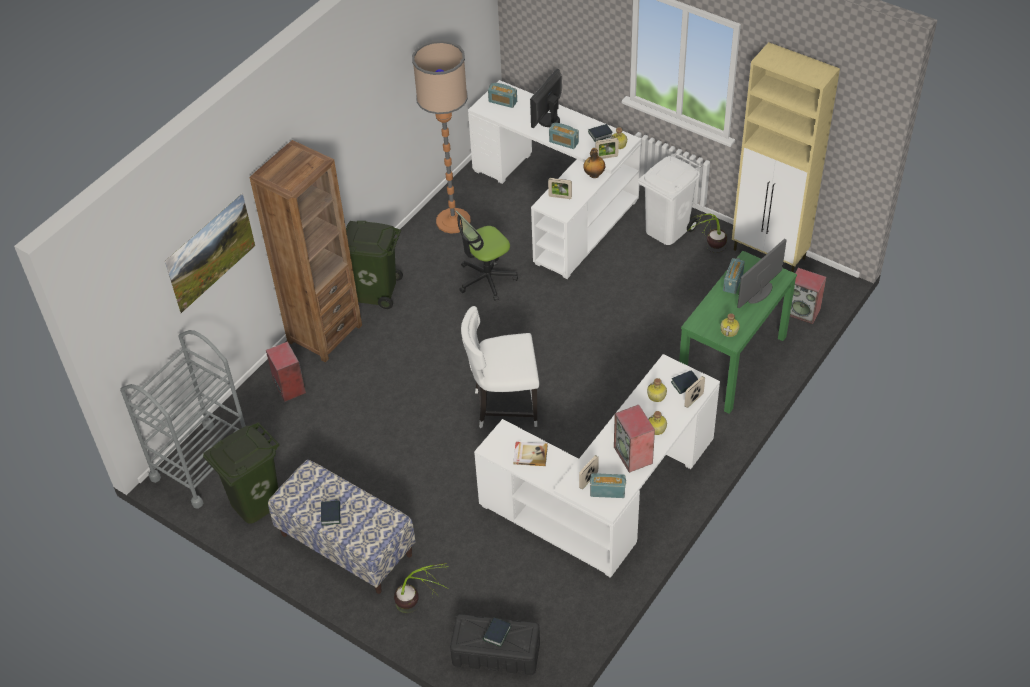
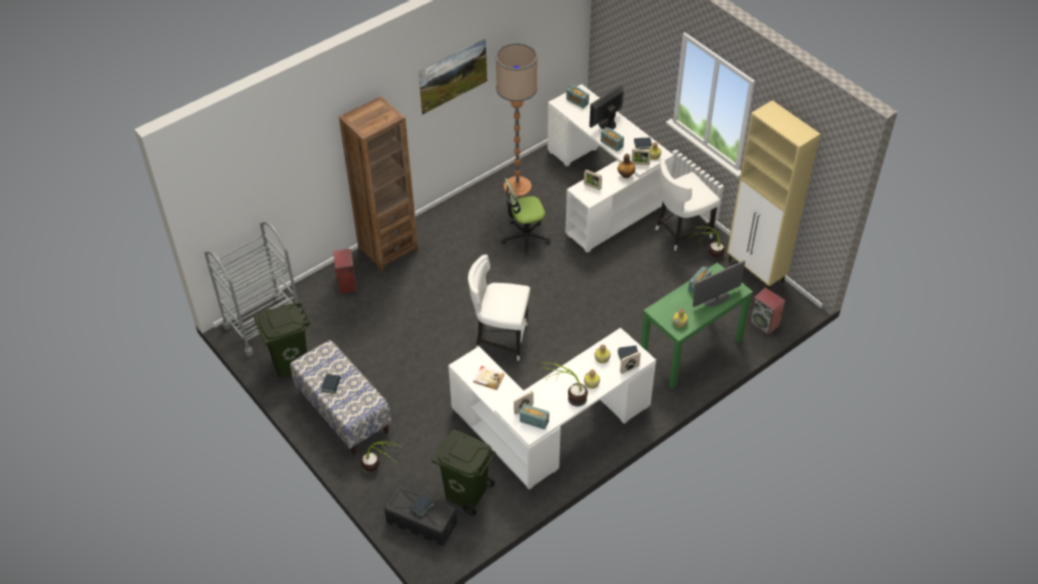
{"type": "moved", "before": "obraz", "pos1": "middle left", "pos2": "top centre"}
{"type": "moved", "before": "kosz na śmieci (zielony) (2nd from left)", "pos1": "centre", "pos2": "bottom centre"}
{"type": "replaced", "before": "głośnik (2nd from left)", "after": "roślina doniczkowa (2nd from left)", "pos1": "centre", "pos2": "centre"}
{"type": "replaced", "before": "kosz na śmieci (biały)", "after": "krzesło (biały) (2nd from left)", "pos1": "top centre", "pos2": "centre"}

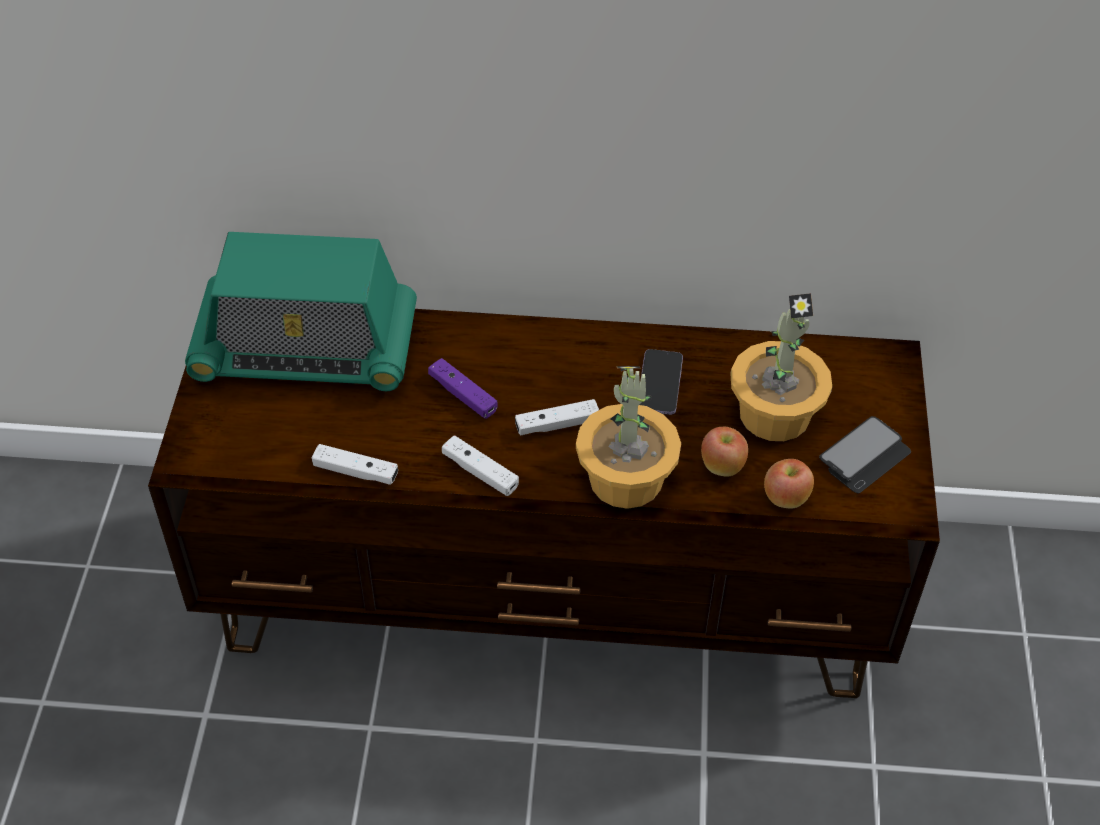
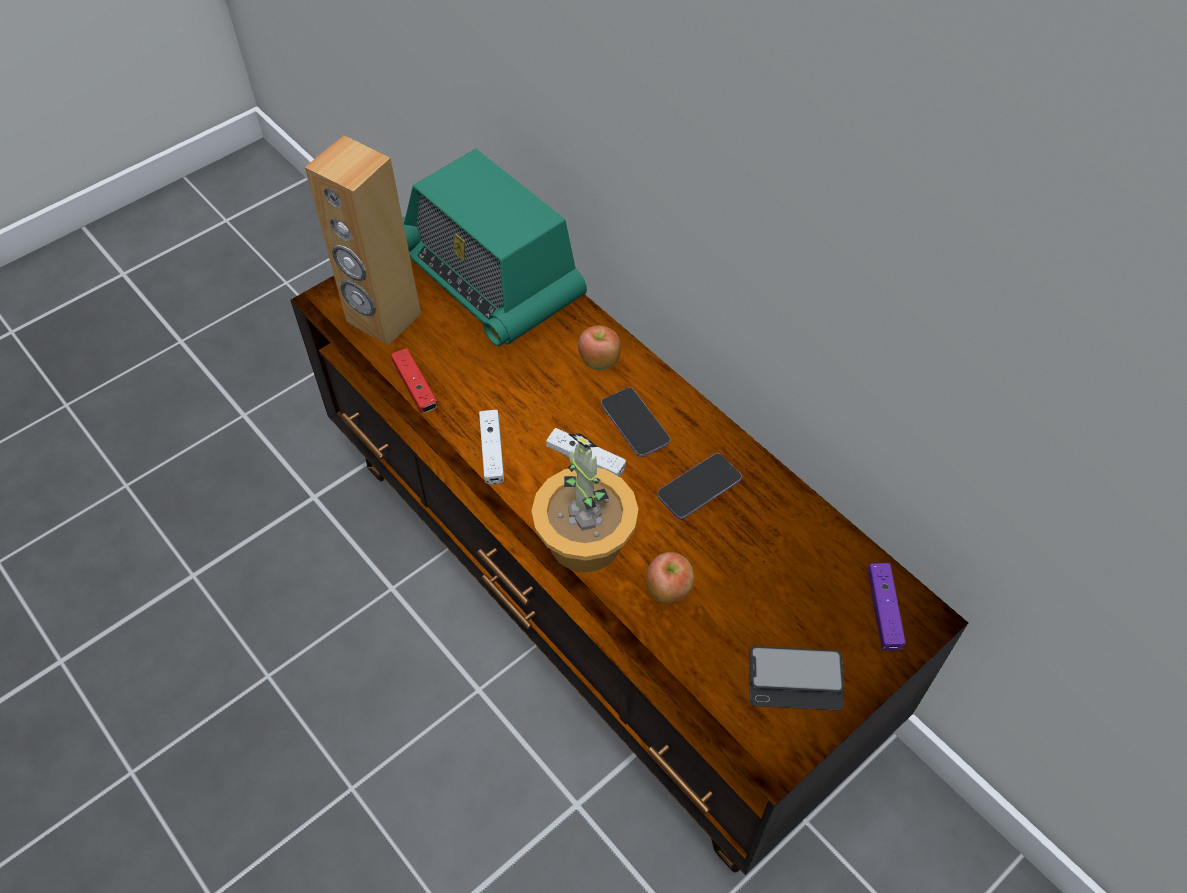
{"type": "recoloured", "before": "pad do gier (biały) (1st from left)", "after": "pad do gier (czerwony)", "pos1": "middle left", "pos2": "centre"}
{"type": "moved", "before": "pad do gier (fioletowy)", "pos1": "centre", "pos2": "bottom right"}
{"type": "removed", "before": "roślina doniczkowa (2nd from left)", "pos1": "middle right"}
{"type": "moved", "before": "jabłko (2nd from left in the first image)", "after": "jabłko (1st from left)", "pos1": "middle right", "pos2": "centre"}
{"type": "added", "after": "głośnik (brązowy)", "pos2": "top left"}
{"type": "added", "after": "telefon (1st from left)", "pos2": "centre"}

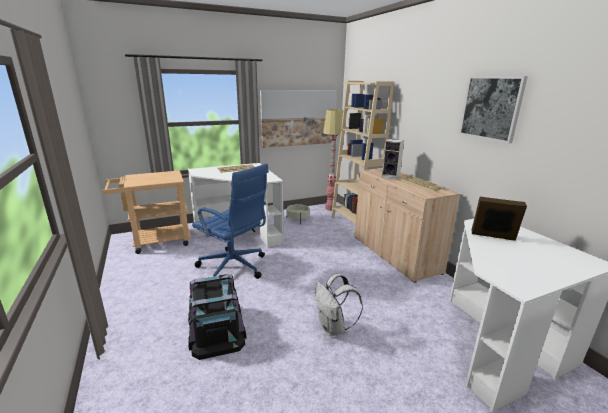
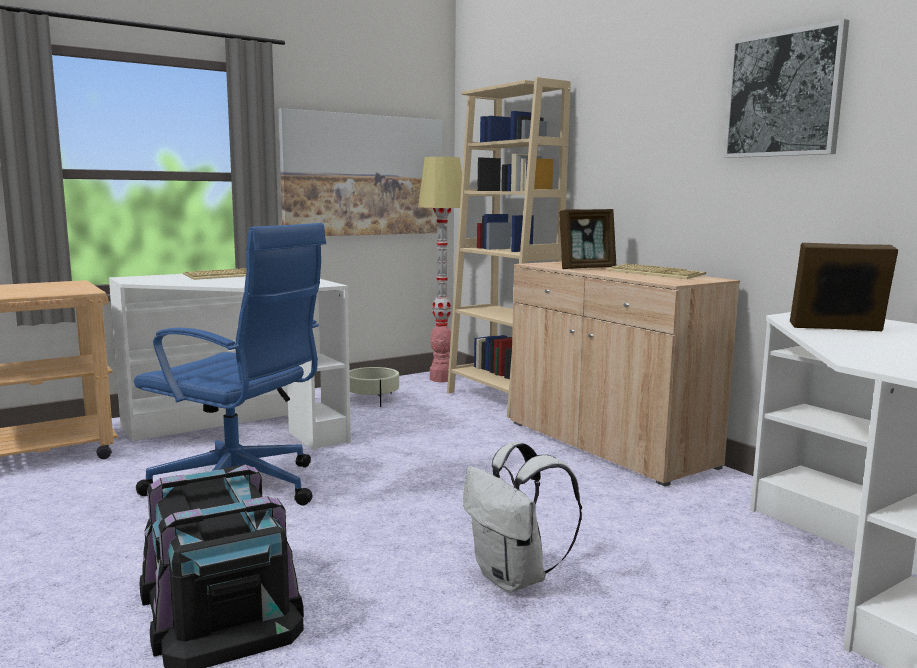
{"type": "replaced", "before": "głośnik", "after": "ramka na zdjęcie (1st from left)", "pos1": "centre", "pos2": "centre"}

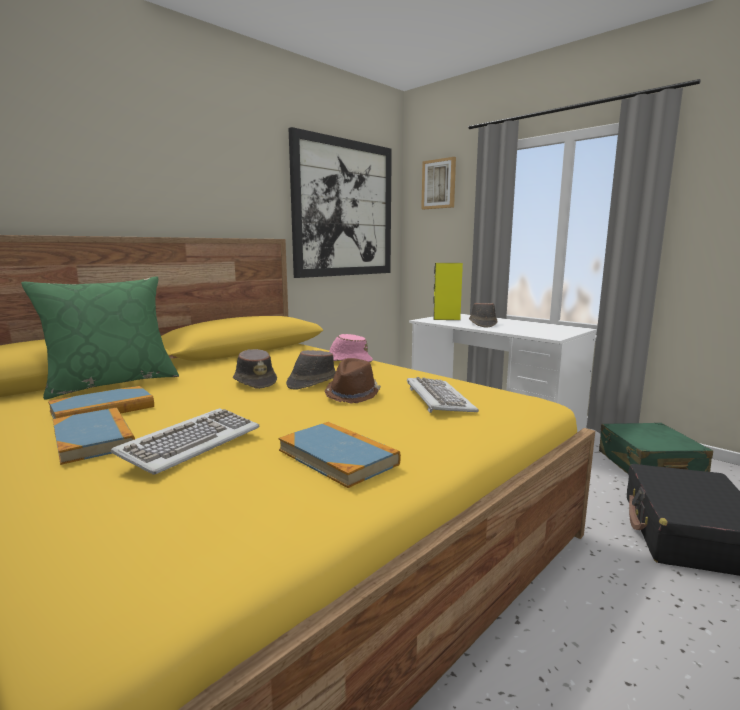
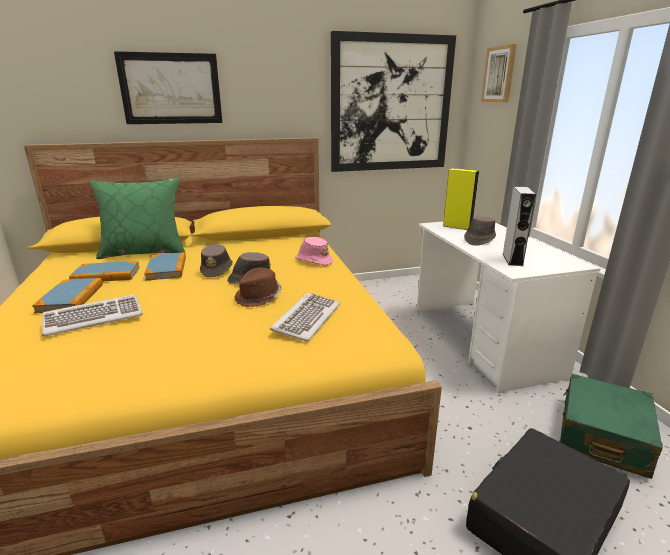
{"type": "moved", "before": "książka (3rd from left)", "pos1": "centre", "pos2": "middle left"}
{"type": "added", "after": "obraz (1st from left)", "pos2": "top left"}
{"type": "added", "after": "głośnik (szary)", "pos2": "middle right"}

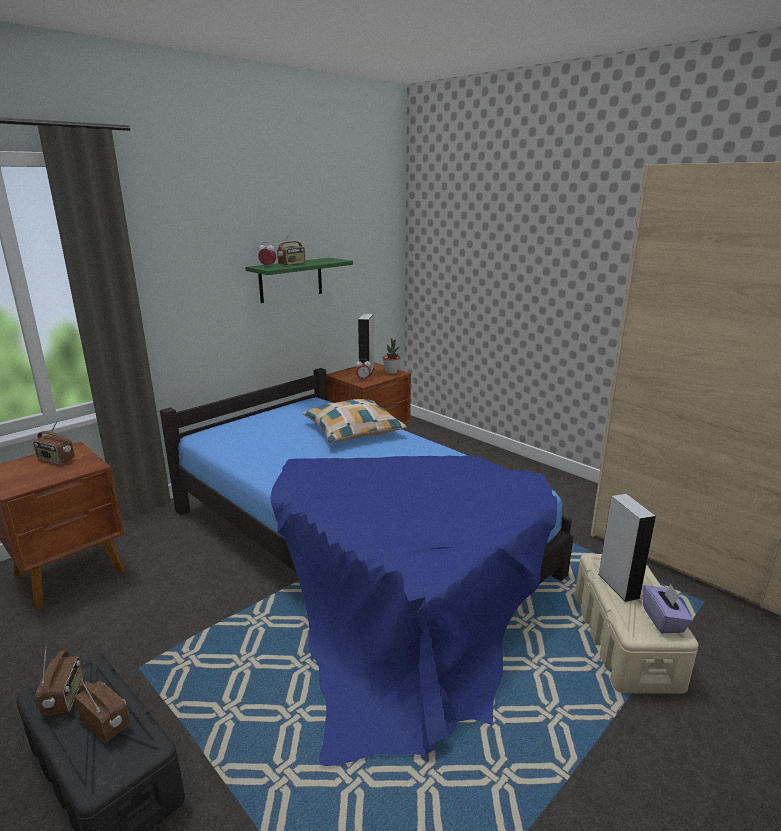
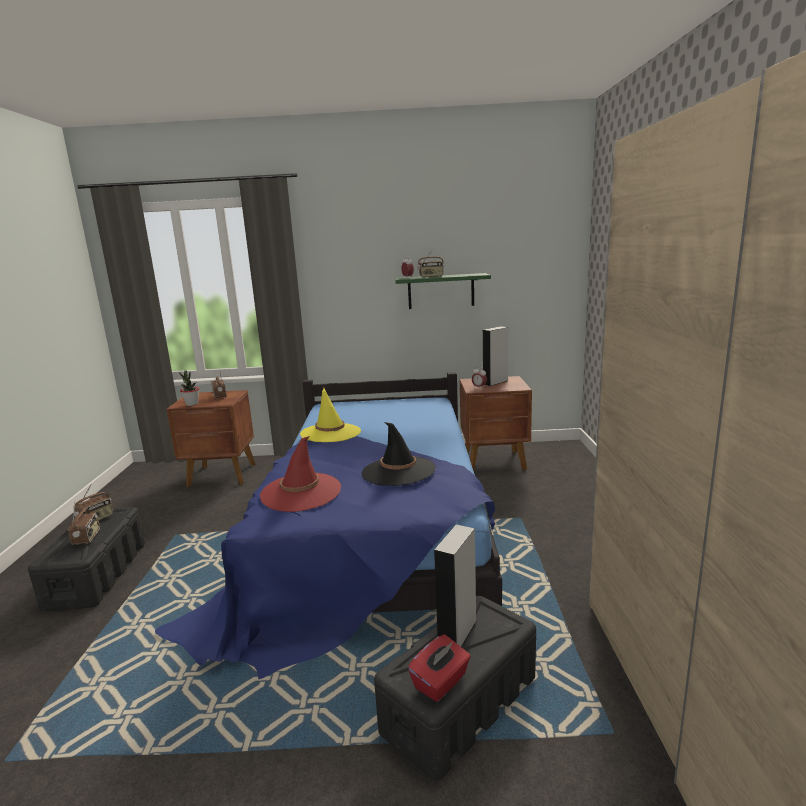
{"type": "removed", "before": "poduszka", "pos1": "centre"}
{"type": "moved", "before": "roślina doniczkowa", "pos1": "centre", "pos2": "middle left"}
{"type": "recoloured", "before": "pojemnik do przechowywania (beżowy)", "after": "pojemnik do przechowywania (czarny) (2nd from left)", "pos1": "bottom right", "pos2": "bottom centre"}
{"type": "recoloured", "before": "pudełko chusteczek (fioletowy)", "after": "pudełko chusteczek (czerwony)", "pos1": "bottom right", "pos2": "bottom centre"}
{"type": "added", "after": "kapelusz (czerwony)", "pos2": "centre"}
{"type": "added", "after": "kapelusz (żółty)", "pos2": "centre"}
{"type": "added", "after": "kapelusz (czarny)", "pos2": "centre"}

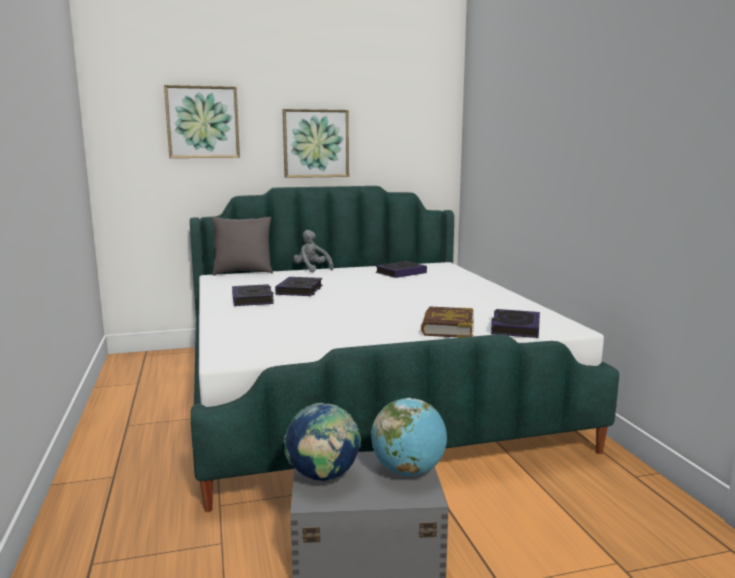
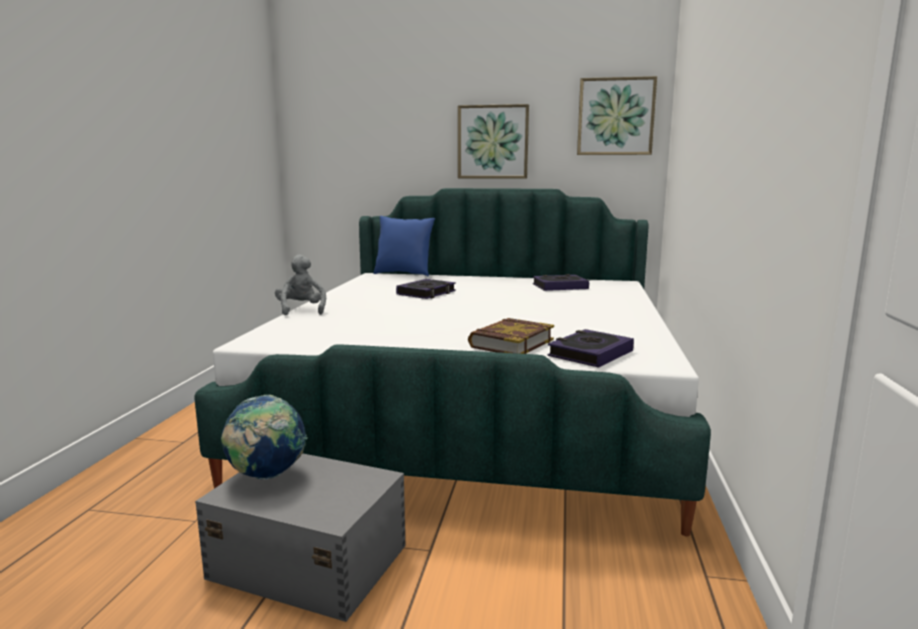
{"type": "moved", "before": "obraz (1st from left in the first image)", "after": "obraz (2nd from left)", "pos1": "top left", "pos2": "top right"}
{"type": "recoloured", "before": "poduszka (szary)", "after": "poduszka (niebieski)", "pos1": "middle left", "pos2": "centre"}
{"type": "removed", "before": "książka (1st from left)", "pos1": "centre"}
{"type": "moved", "before": "pluszak (szary)", "pos1": "centre", "pos2": "middle left"}
{"type": "removed", "before": "globus (2nd from left)", "pos1": "bottom centre"}

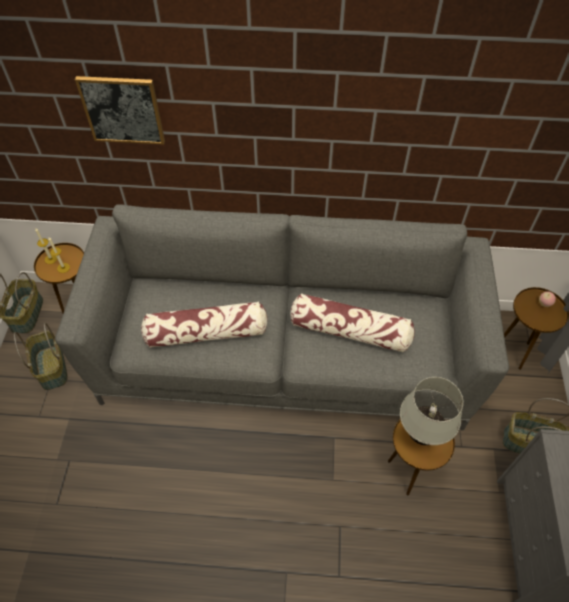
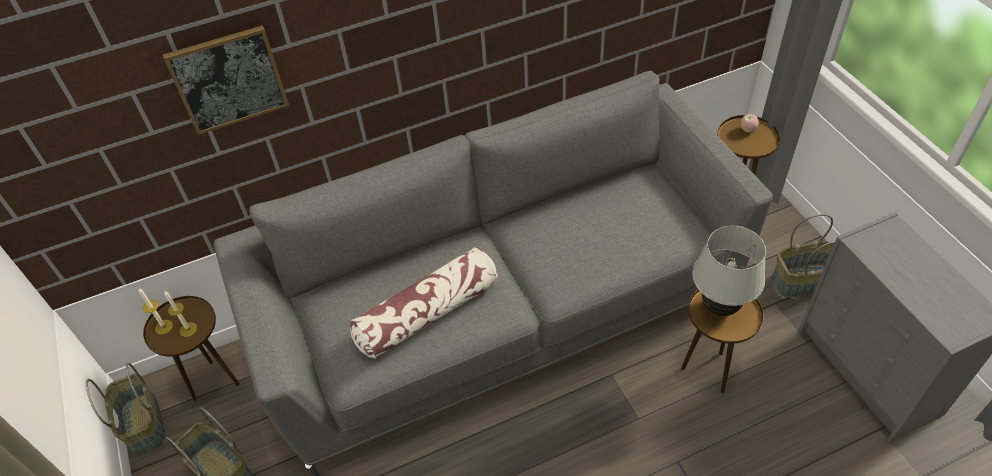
{"type": "removed", "before": "poduszka (2nd from left)", "pos1": "centre"}

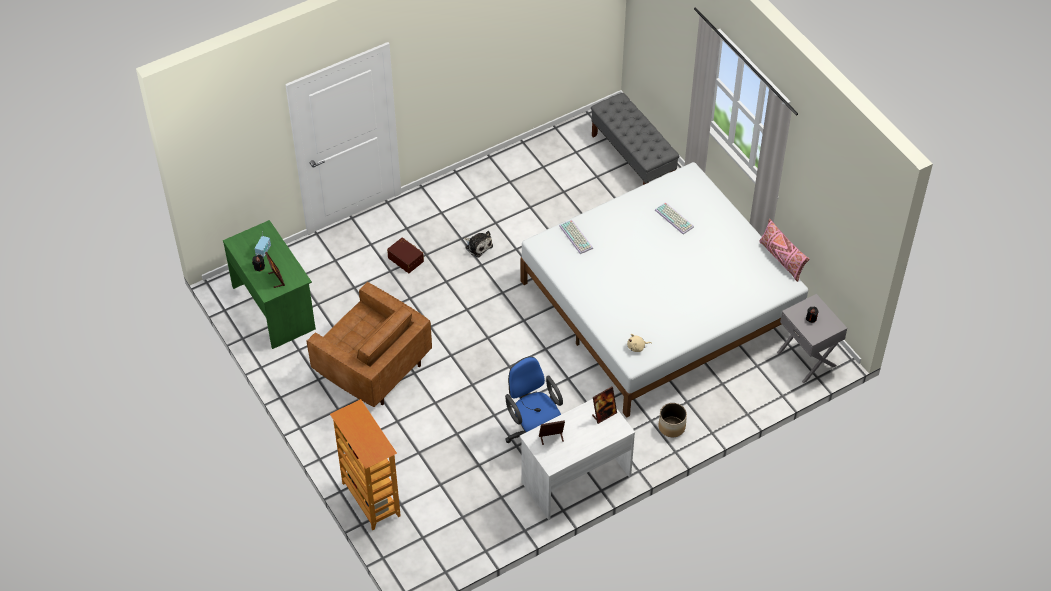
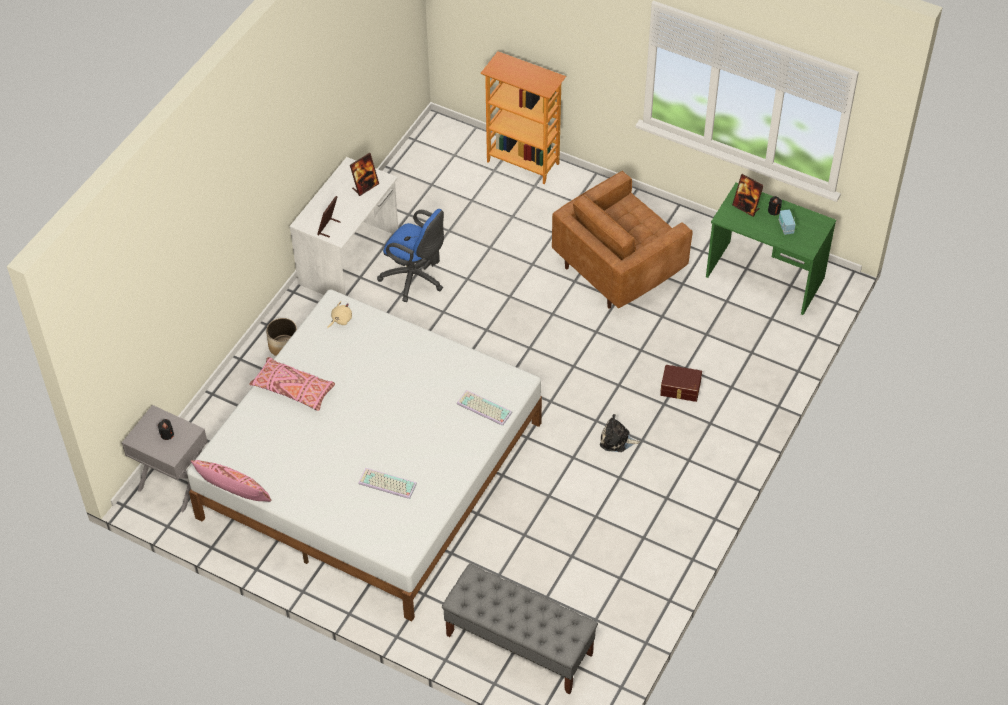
{"type": "turned", "before": "fotel (brązowy)", "pos1": "centre", "pos2": "centre", "turn": -45}
{"type": "added", "after": "poduszka (różowy) (2nd from left)", "pos2": "middle left"}

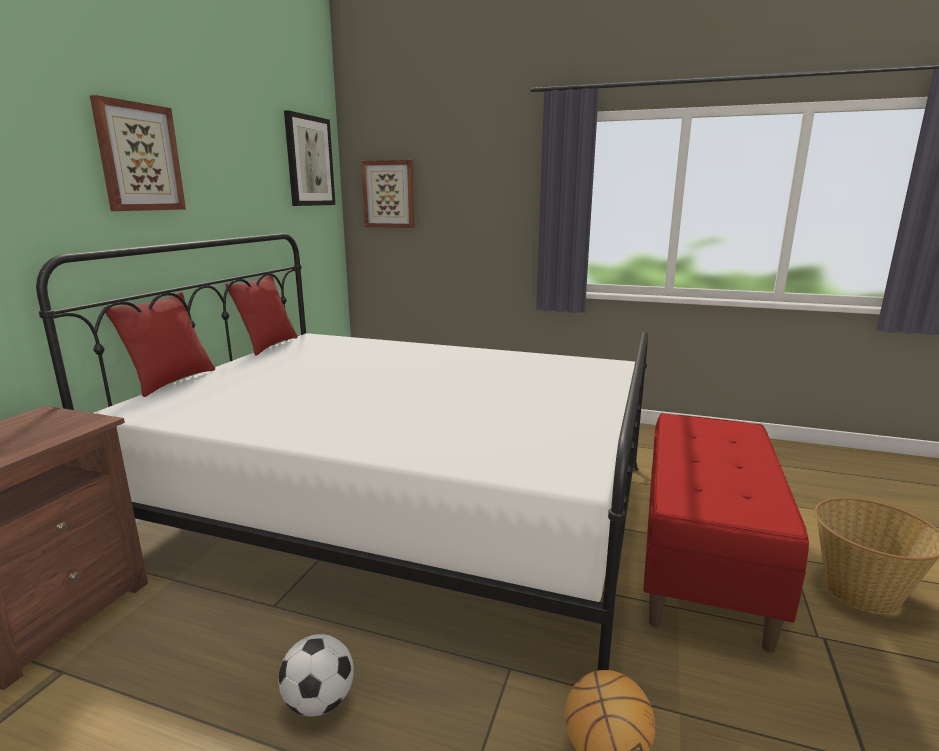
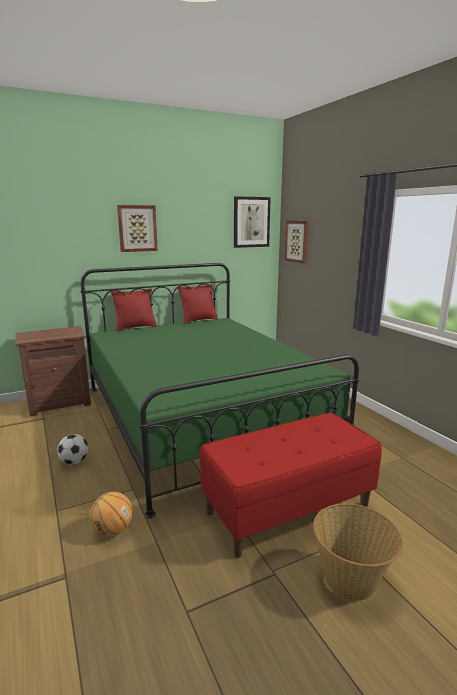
{"type": "recoloured", "before": "łóżko (biały)", "after": "łóżko (zielony)", "pos1": "centre", "pos2": "centre"}

